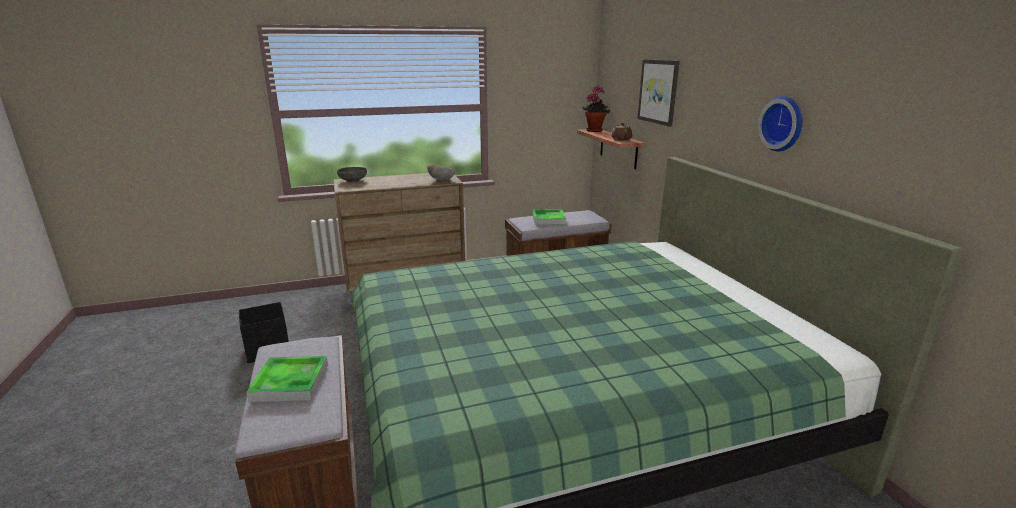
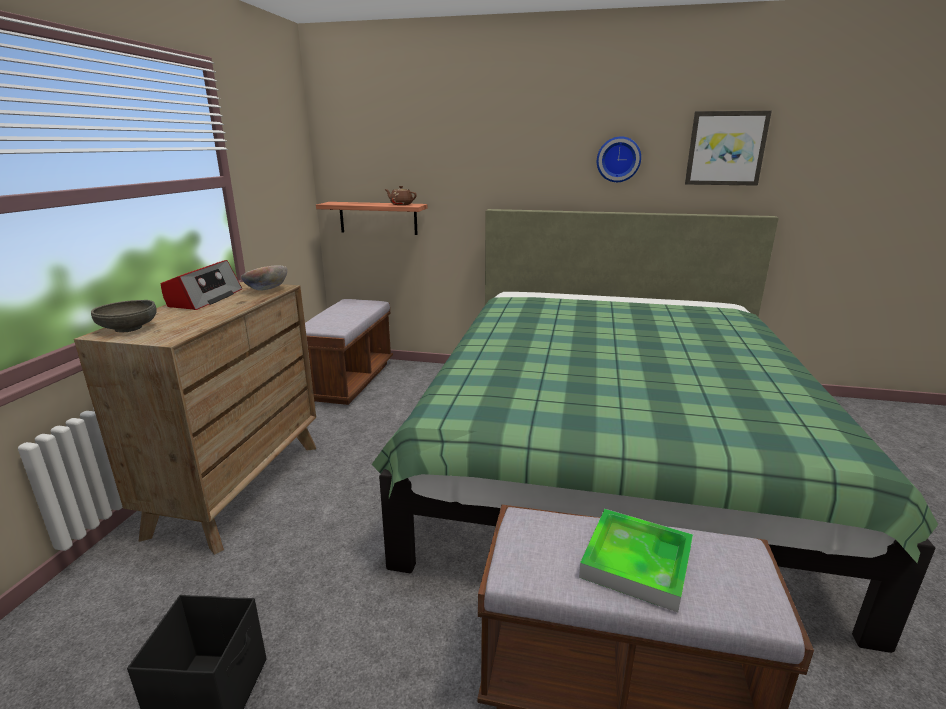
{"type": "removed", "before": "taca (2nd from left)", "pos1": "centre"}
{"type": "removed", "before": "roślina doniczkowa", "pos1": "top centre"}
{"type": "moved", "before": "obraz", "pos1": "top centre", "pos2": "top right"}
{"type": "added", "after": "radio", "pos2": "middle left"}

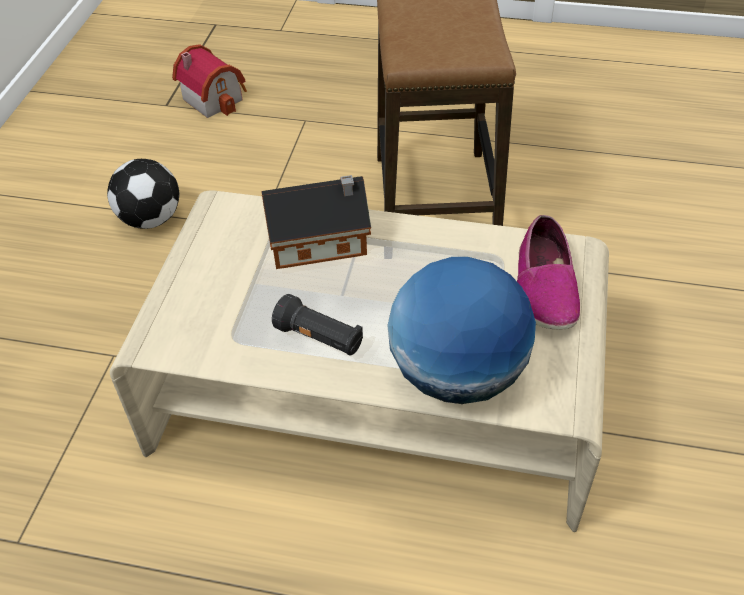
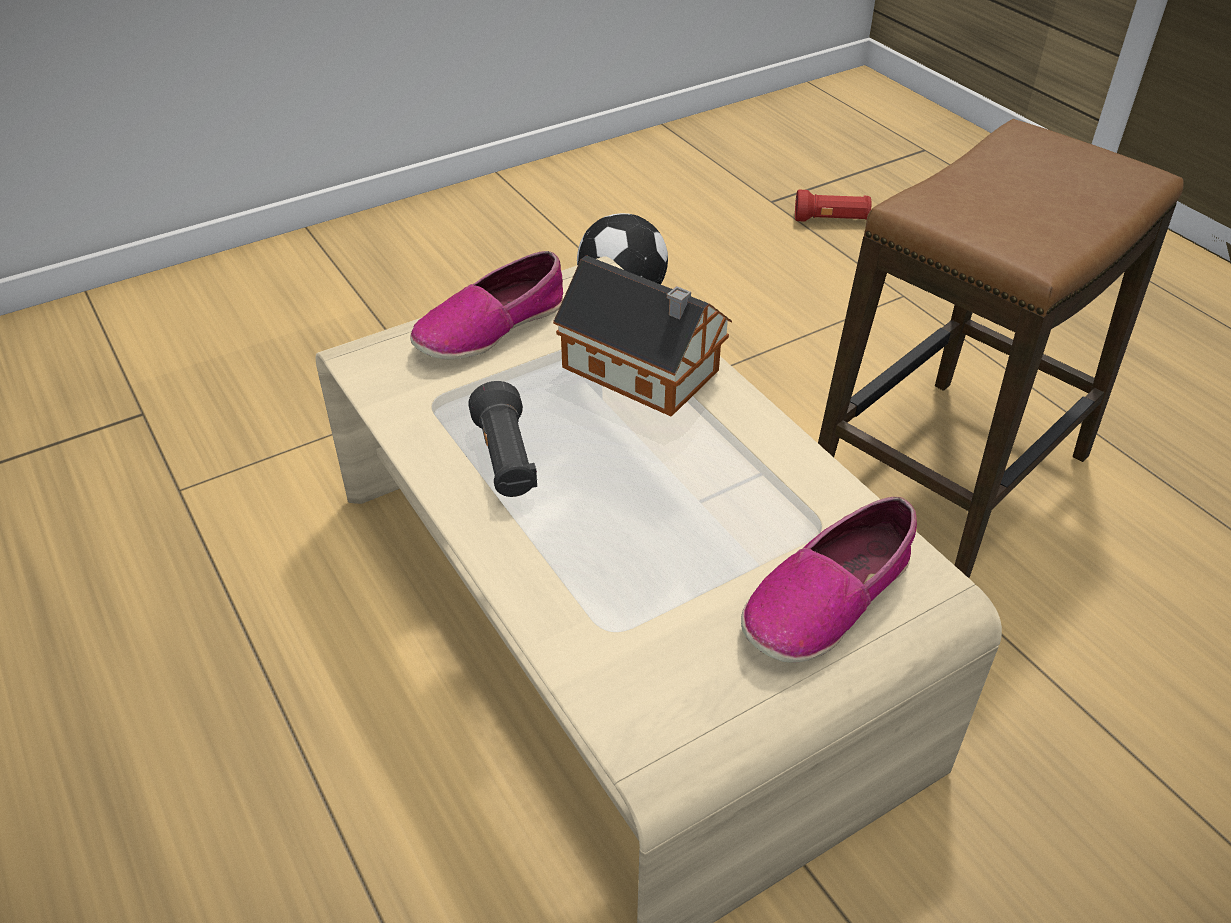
{"type": "replaced", "before": "domek (1st from left)", "after": "latarka (czerwony)", "pos1": "top left", "pos2": "top right"}
{"type": "removed", "before": "globus", "pos1": "centre"}
{"type": "added", "after": "but (1st from left)", "pos2": "top centre"}

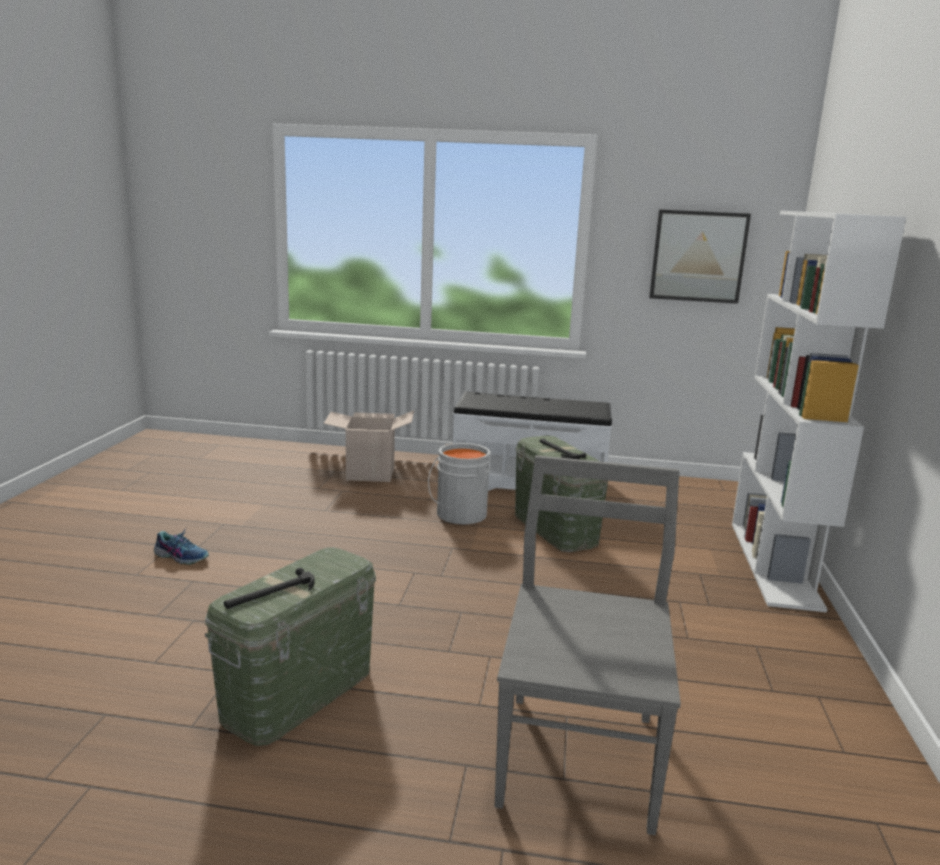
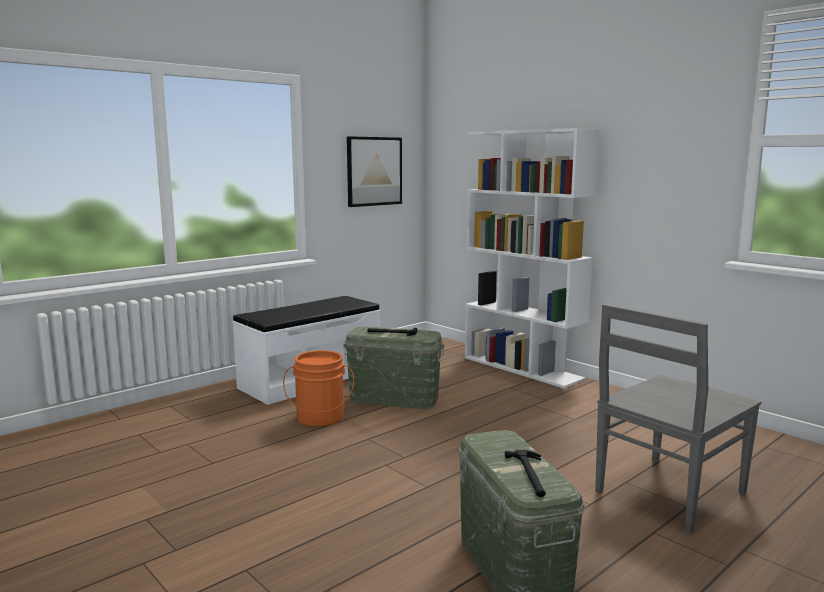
{"type": "removed", "before": "but", "pos1": "middle left"}
{"type": "removed", "before": "karton", "pos1": "centre"}
{"type": "recoloured", "before": "wiadro (szary)", "after": "wiadro (pomarańczowy)", "pos1": "centre", "pos2": "centre"}
{"type": "turned", "before": "krzesło (szary)", "pos1": "bottom centre", "pos2": "bottom right", "turn": -90}

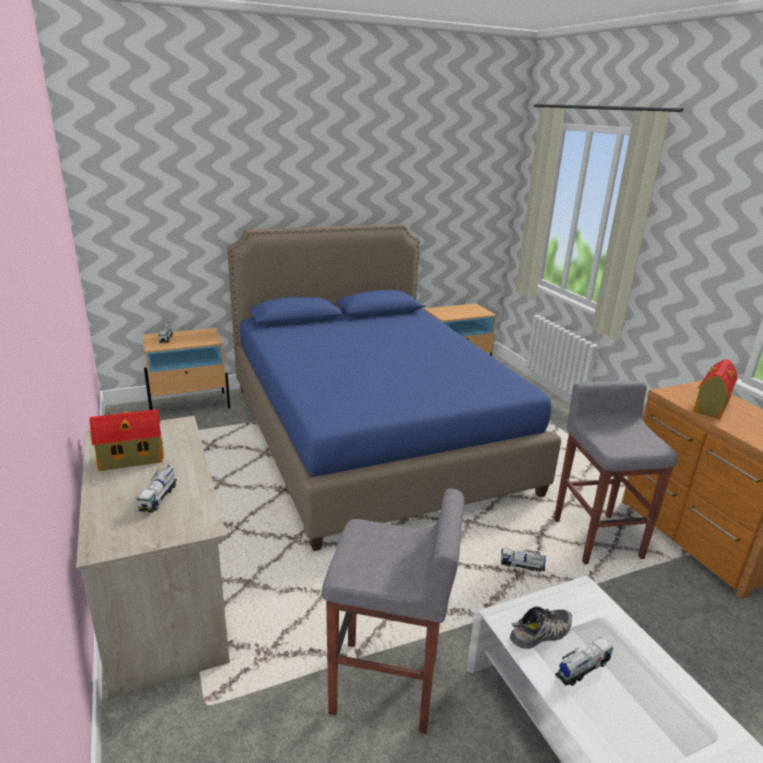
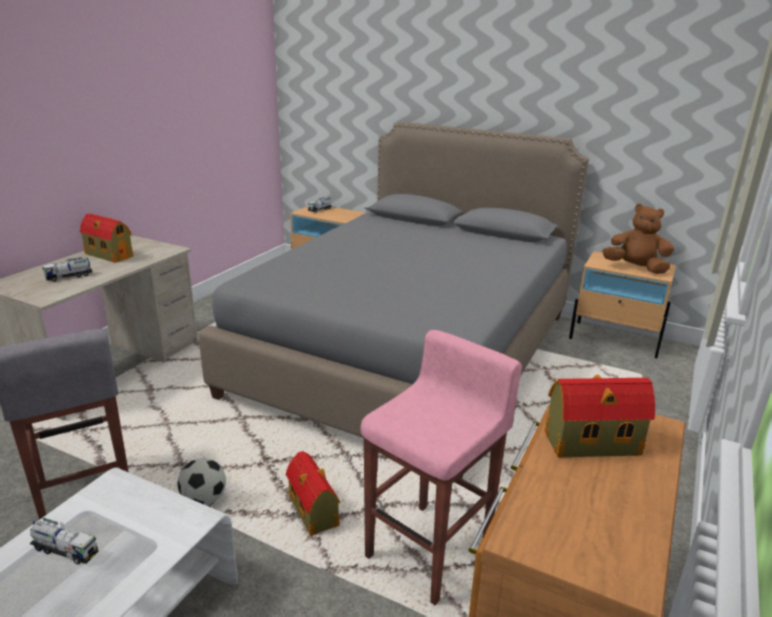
{"type": "recoloured", "before": "łóżko (niebieski)", "after": "łóżko (szary)", "pos1": "centre", "pos2": "centre"}
{"type": "replaced", "before": "ciężarówka zabawkowa (3rd from left)", "after": "domek (2nd from left)", "pos1": "bottom right", "pos2": "bottom centre"}
{"type": "removed", "before": "but", "pos1": "bottom right"}
{"type": "recoloured", "before": "stołek (szary) (2nd from left)", "after": "stołek (różowy)", "pos1": "middle right", "pos2": "bottom centre"}
{"type": "added", "after": "piłka futbolowa", "pos2": "bottom left"}
{"type": "added", "after": "pluszak (brązowy)", "pos2": "middle right"}

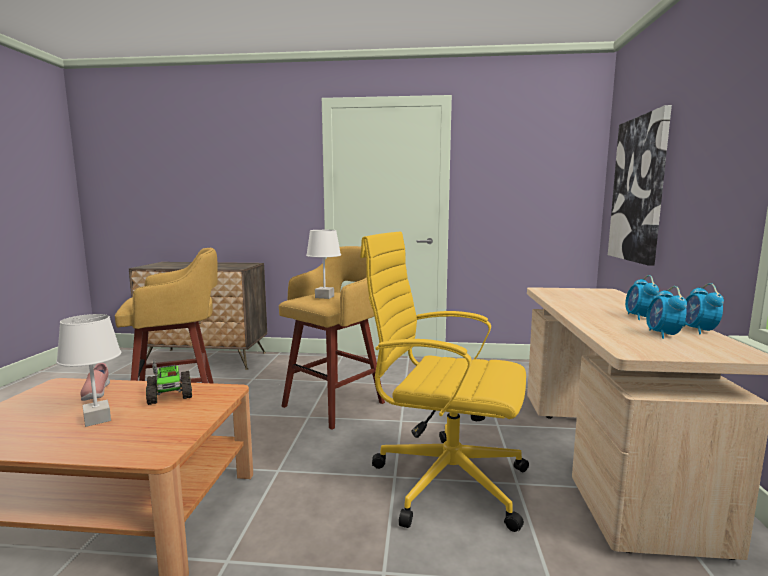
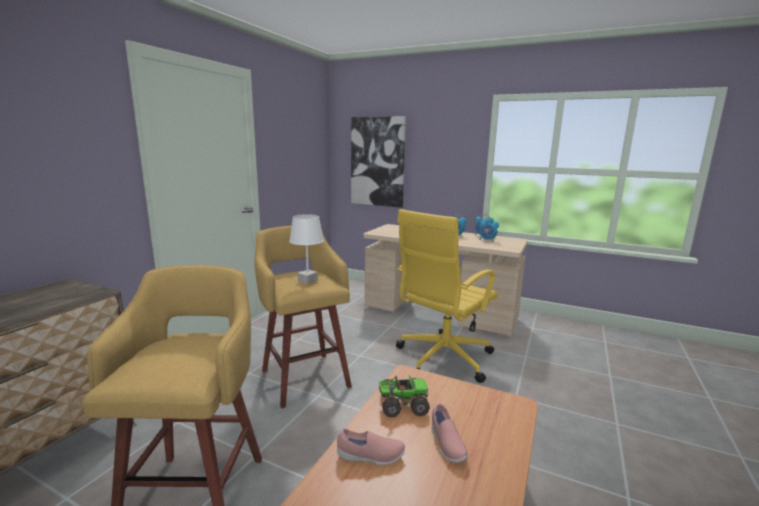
{"type": "replaced", "before": "lampa stołowa (biały) (1st from left)", "after": "but (różowy) (2nd from left)", "pos1": "middle left", "pos2": "bottom centre"}

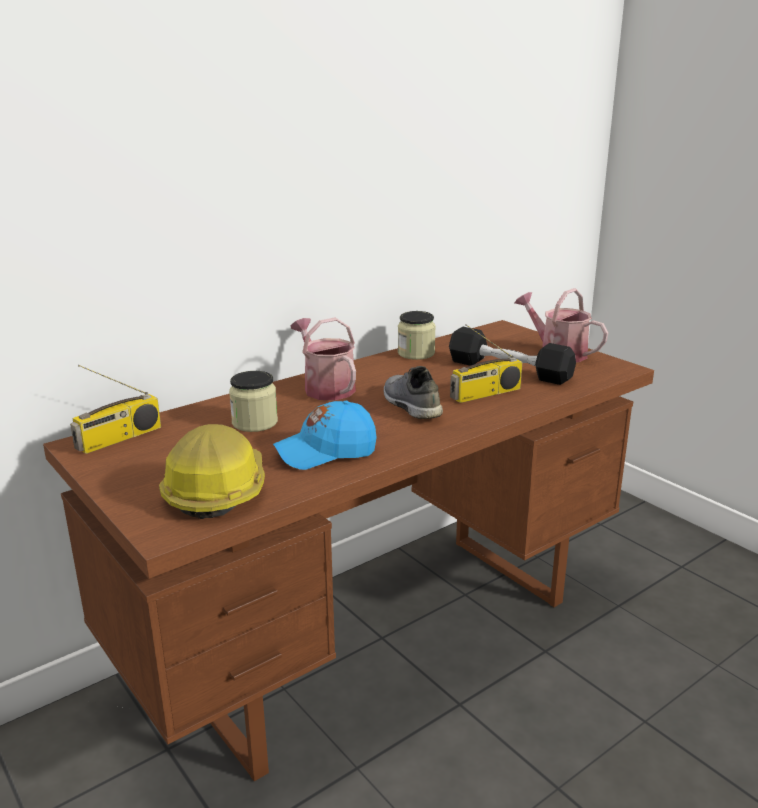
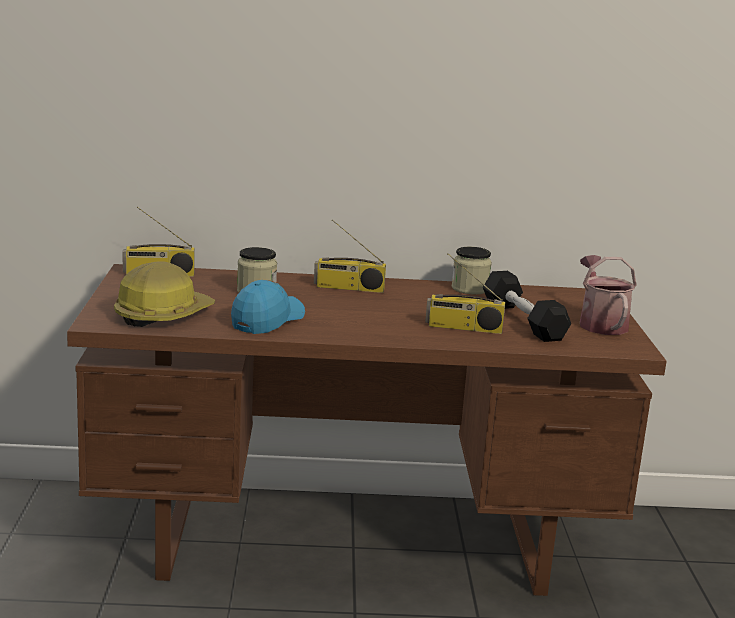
{"type": "turned", "before": "czapka z daszkiem (niebieski)", "pos1": "centre", "pos2": "centre", "turn": 105}
{"type": "replaced", "before": "konewka (1st from left)", "after": "radio (2nd from left)", "pos1": "centre", "pos2": "centre"}
{"type": "removed", "before": "but (szary)", "pos1": "centre"}

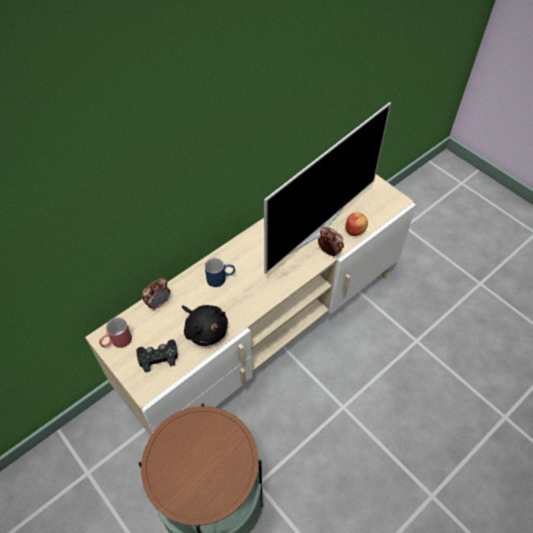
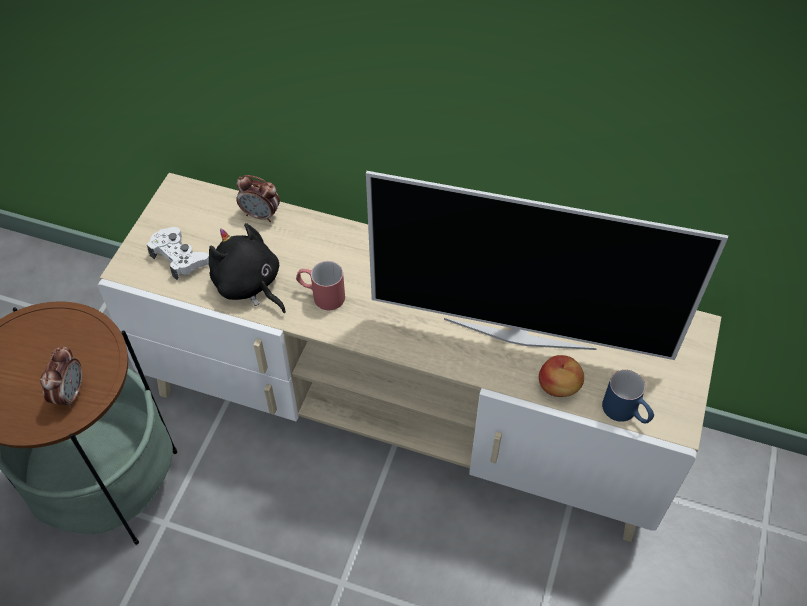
{"type": "moved", "before": "kubek (czerwony)", "pos1": "middle left", "pos2": "centre"}
{"type": "recoloured", "before": "pad do gier (czarny)", "after": "pad do gier (biały)", "pos1": "bottom left", "pos2": "middle left"}
{"type": "turned", "before": "pluszak (czarny)", "pos1": "centre", "pos2": "middle left", "turn": 120}
{"type": "moved", "before": "kubek (niebieski)", "pos1": "centre", "pos2": "middle right"}
{"type": "moved", "before": "budzik (2nd from left in the first image)", "after": "budzik (1st from left)", "pos1": "centre", "pos2": "middle left"}

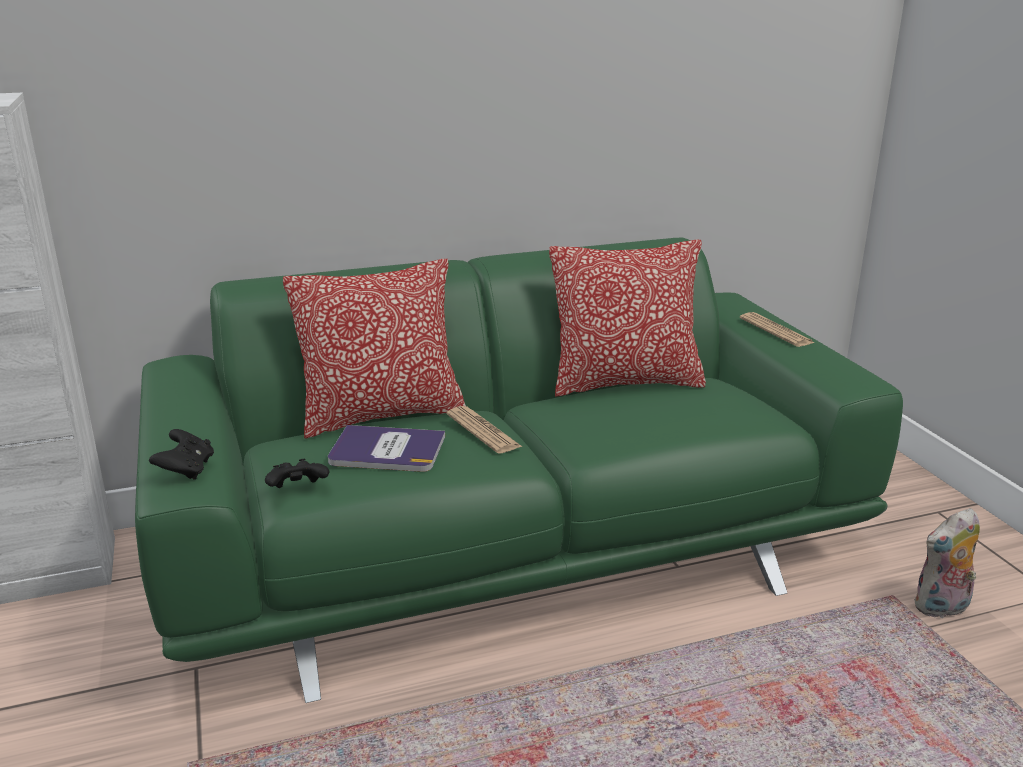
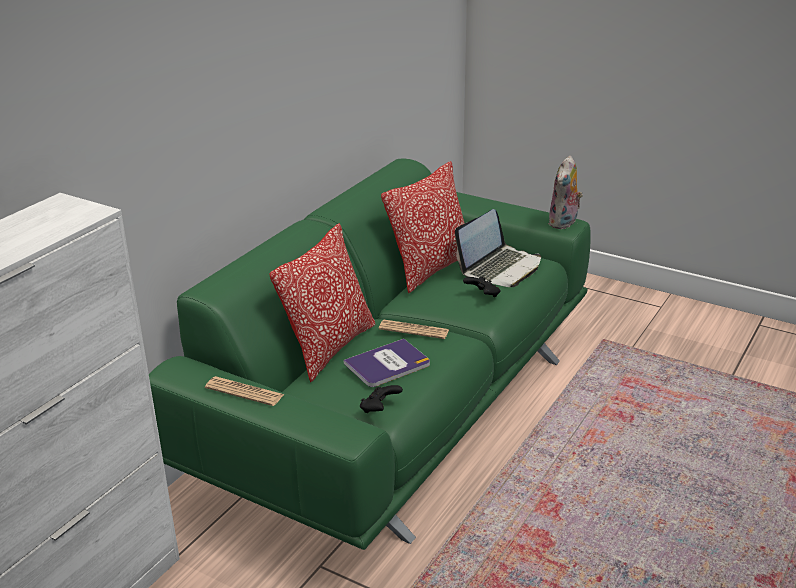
{"type": "moved", "before": "pad do gier (czarny) (1st from left in the first image)", "after": "pad do gier (czarny) (2nd from left)", "pos1": "middle left", "pos2": "centre"}
{"type": "moved", "before": "gazeta (2nd from left in the first image)", "after": "gazeta (1st from left)", "pos1": "middle right", "pos2": "middle left"}
{"type": "moved", "before": "pluszak", "pos1": "bottom right", "pos2": "top right"}
{"type": "added", "after": "laptop", "pos2": "centre"}

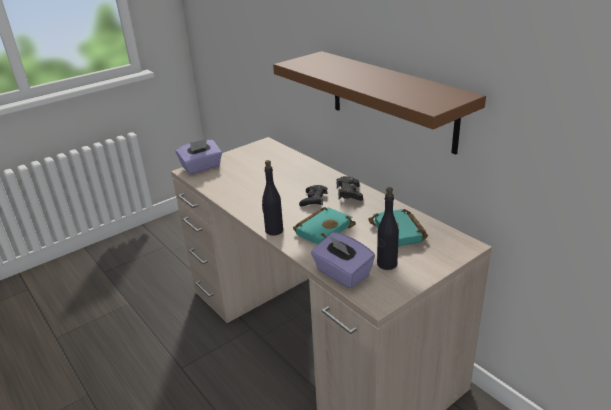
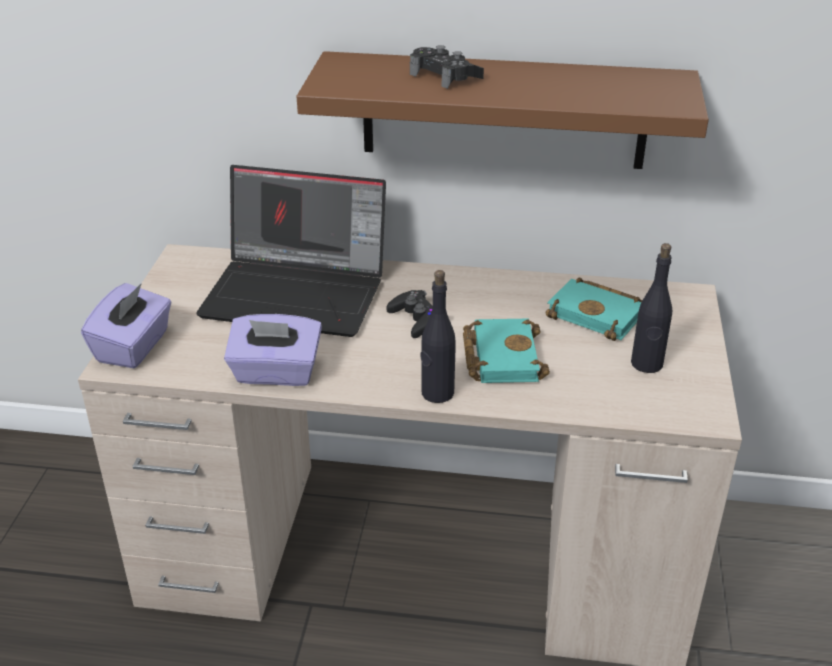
{"type": "moved", "before": "pudełko chusteczek (fioletowy) (2nd from left)", "pos1": "centre", "pos2": "middle left"}
{"type": "moved", "before": "pad do gier (czarny) (2nd from left)", "pos1": "centre", "pos2": "top centre"}
{"type": "added", "after": "laptop", "pos2": "centre"}

